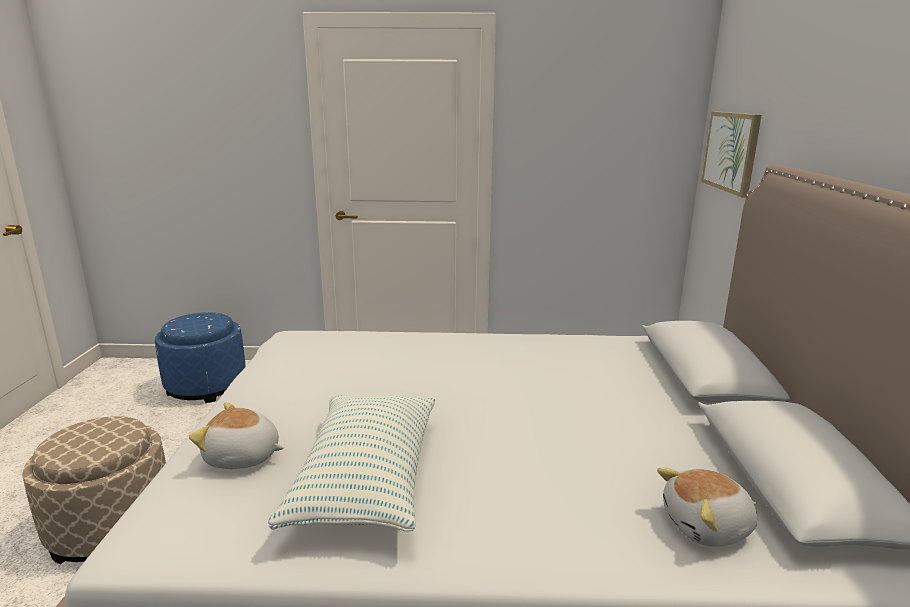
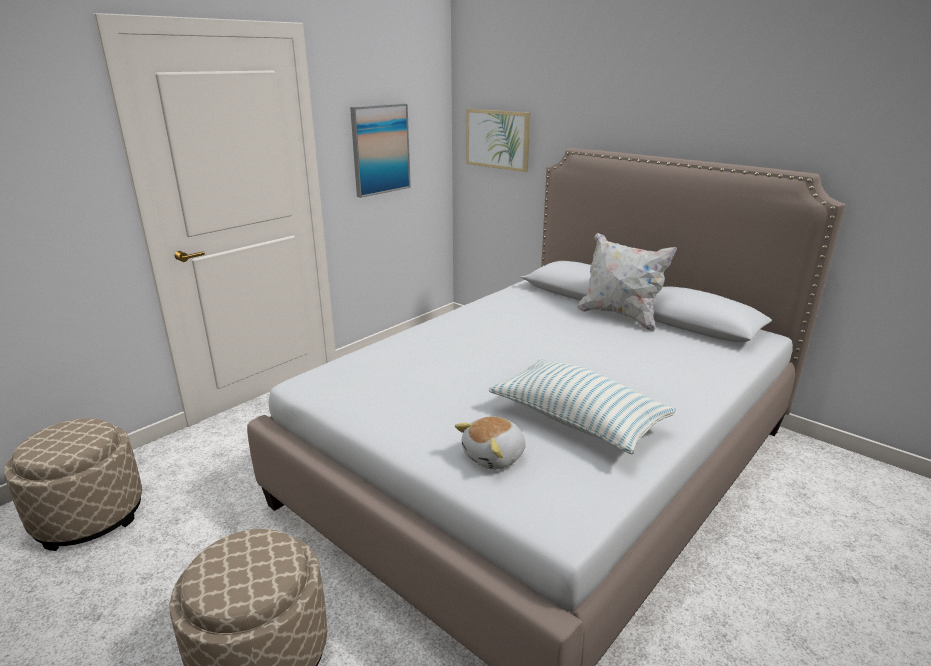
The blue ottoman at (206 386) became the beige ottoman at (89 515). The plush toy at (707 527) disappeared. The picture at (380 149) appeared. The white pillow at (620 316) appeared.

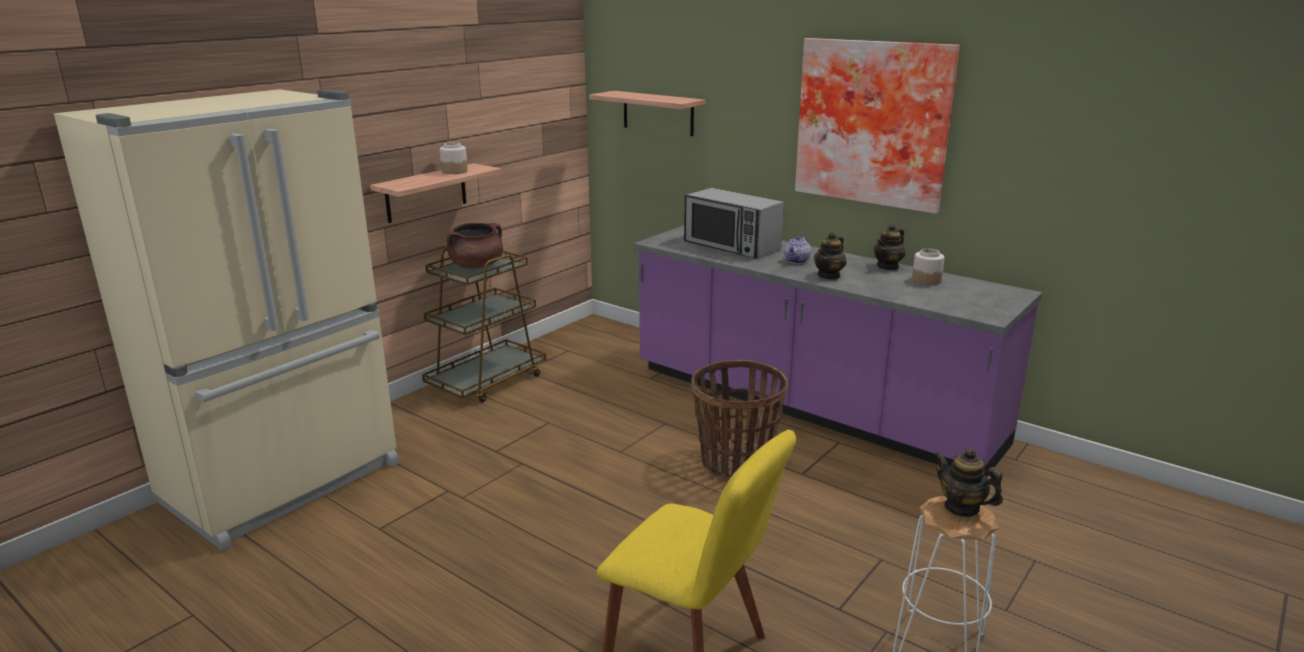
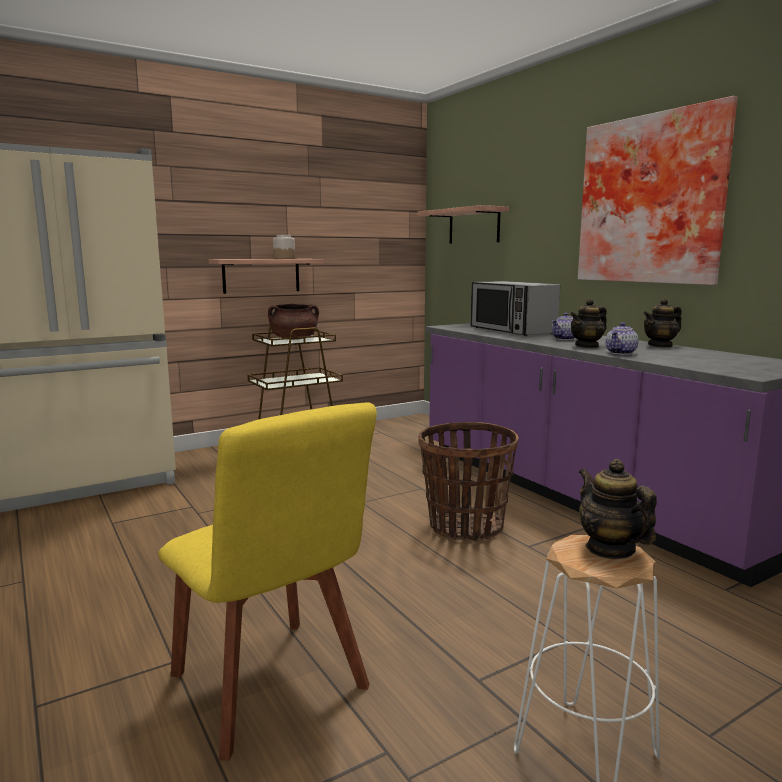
The jar at (926 280) disappeared. The teapot at (621 353) appeared.

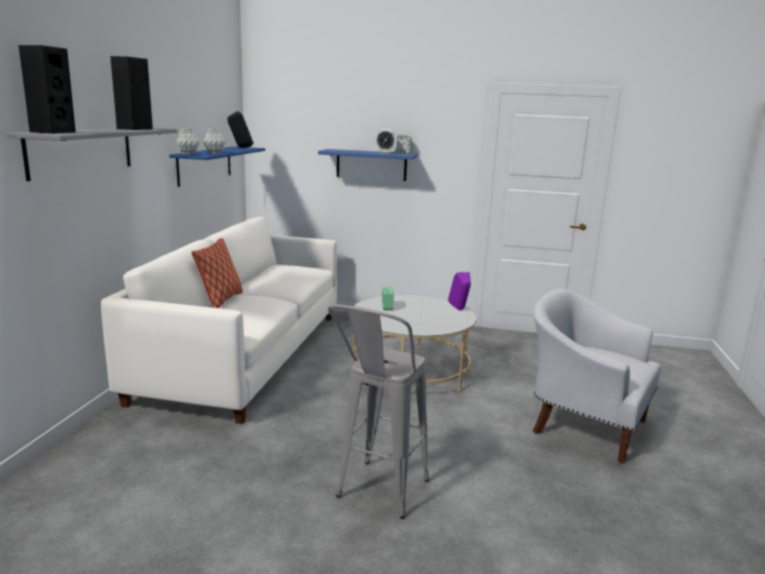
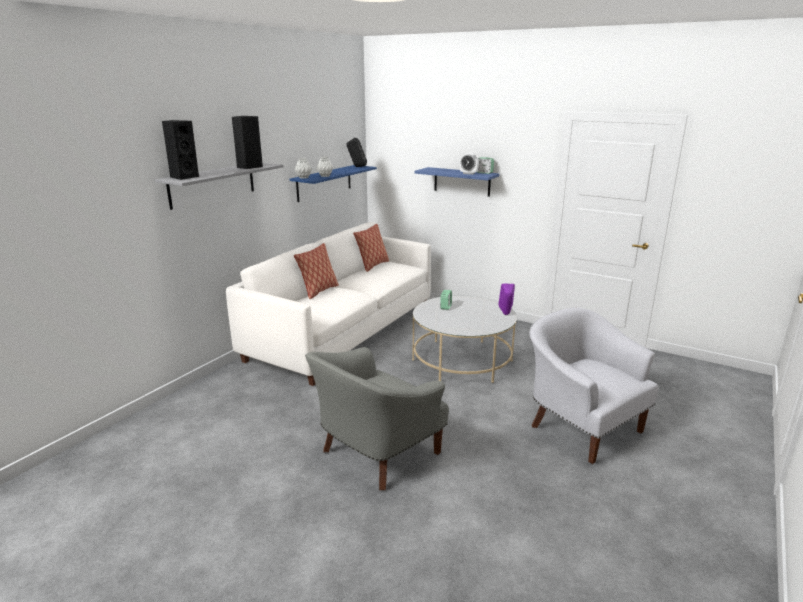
The grey stool at (377 497) was replaced by the grey armchair at (376 454). The pillow at (372 266) appeared.

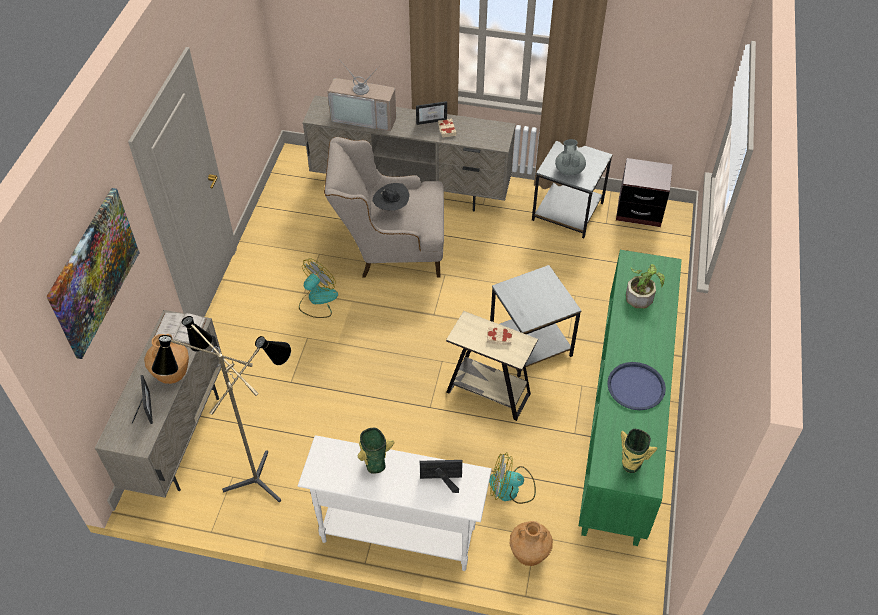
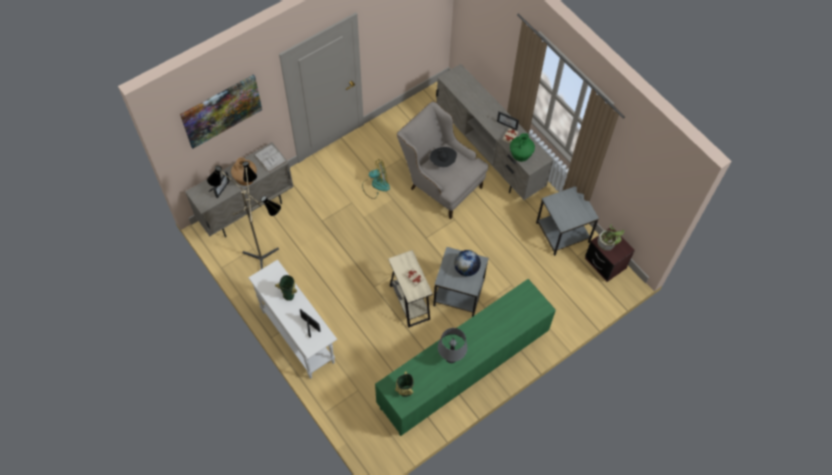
The television at (365 117) disappeared. The grey teapot at (569 169) disappeared. The potted plant moved from (641 295) to (608 242). The blue tray at (636 387) was replaced by the grey table lamp at (451 357). The fan at (511 488) disappeared. The brown vase at (529 554) disappeared. The green vase at (520 156) appeared. The globe at (466 269) appeared.

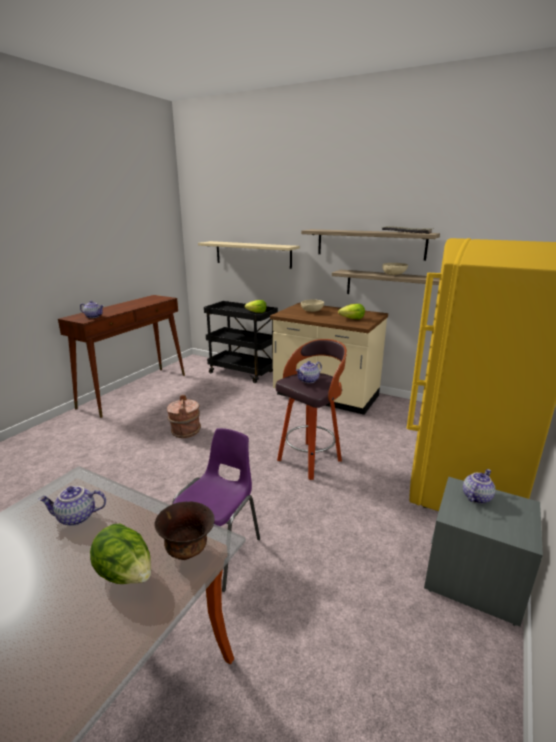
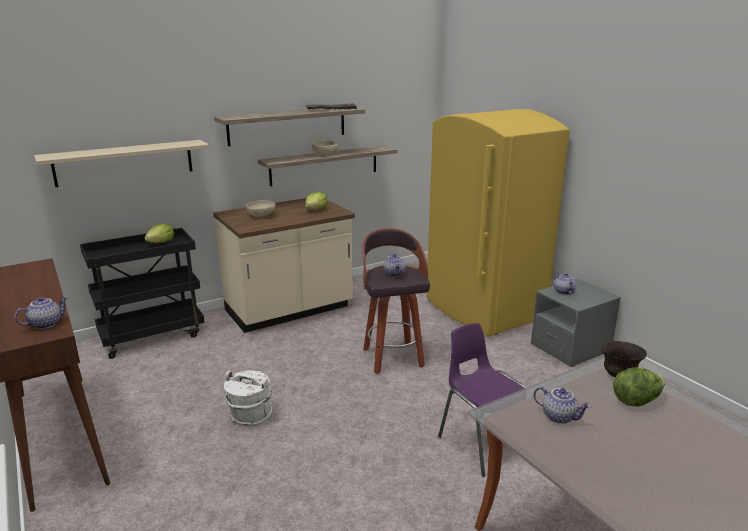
The brown bucket at (185 431) became the white bucket at (250 415). The teapot at (76 518) turned 75 degrees counterclockwise.

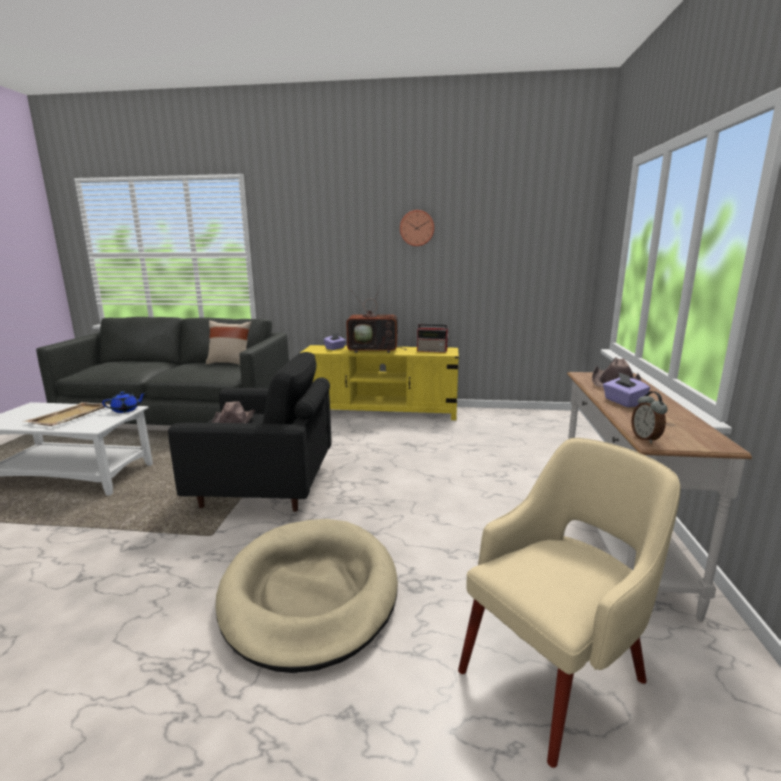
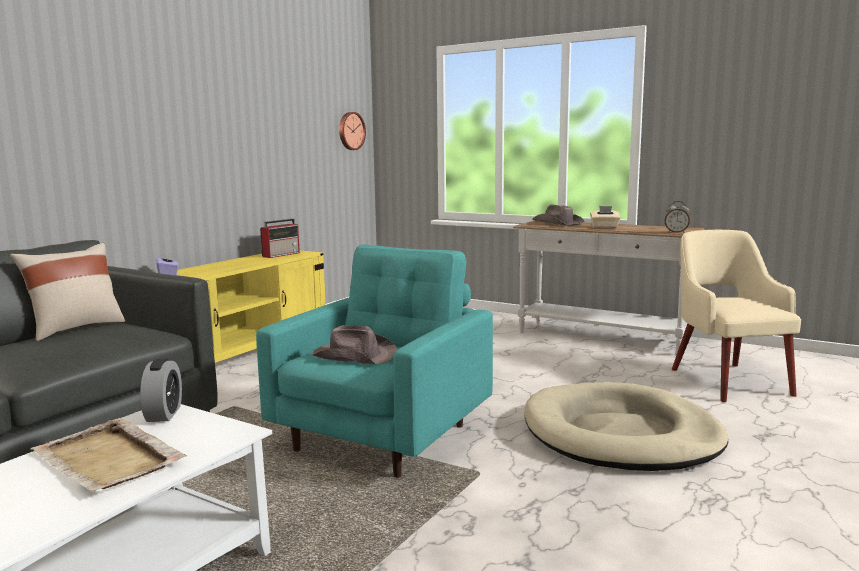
The wall clock moved from (417 228) to (350 131). The television at (374 350) disappeared. The black armchair at (265 488) became the turquoise armchair at (385 436). The purple tissue box at (623 402) became the beige tissue box at (604 227). The blue teapot at (126 410) was replaced by the alarm clock at (164 414).

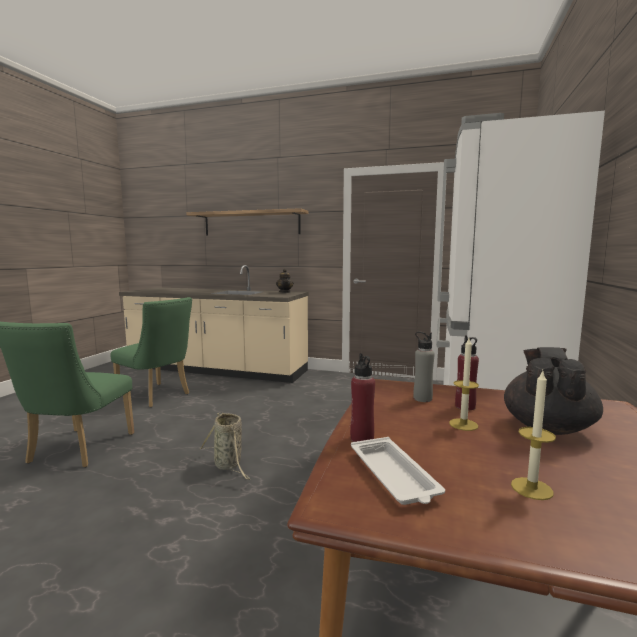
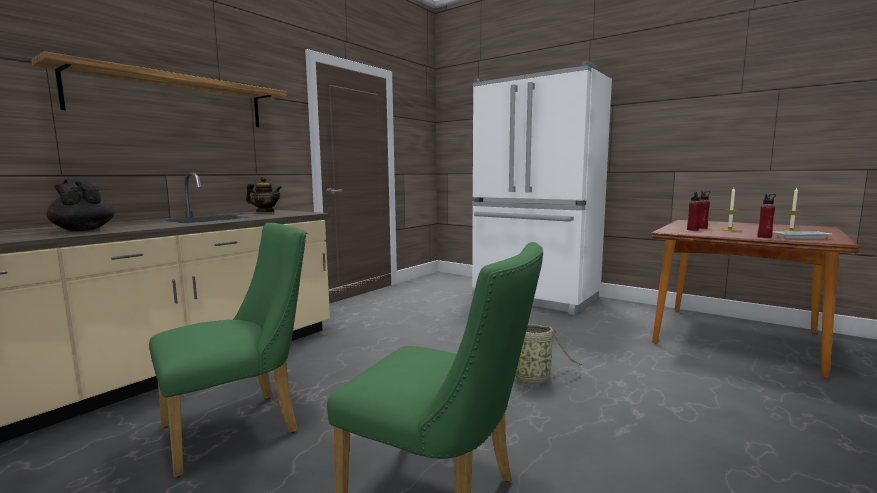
The grey bottle at (422 398) became the red bottle at (692 230). The black teapot moved from (547 427) to (83 230).

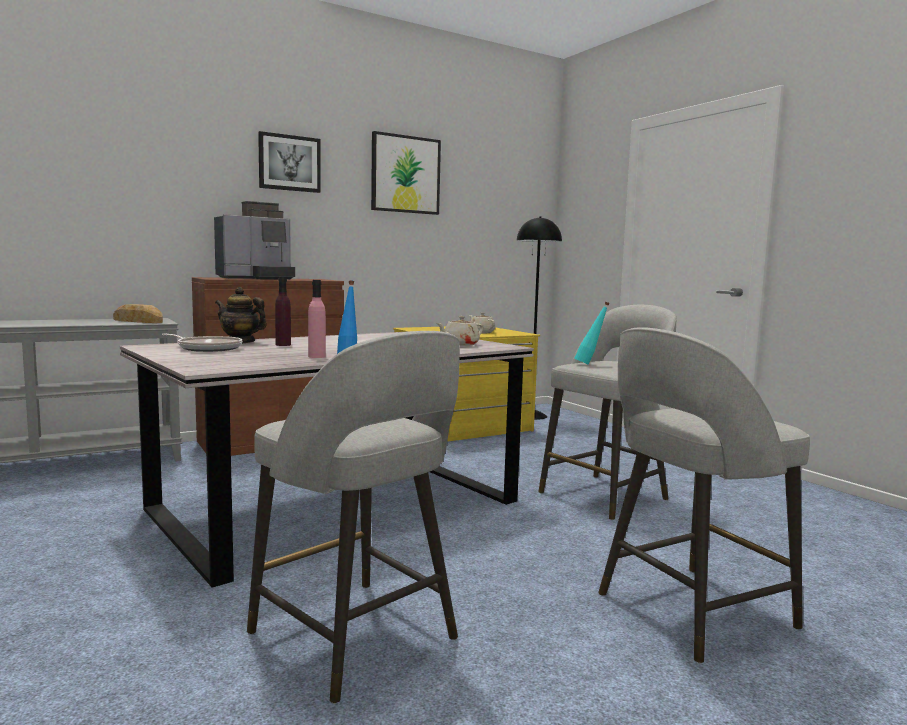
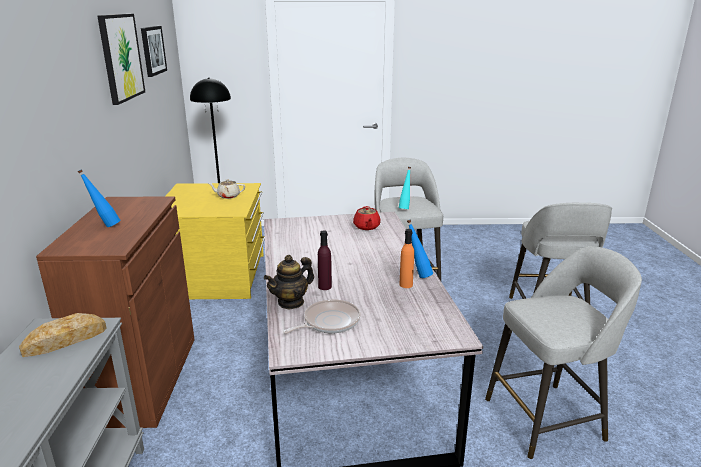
The picture moved from (289 163) to (152 50). The coffee machine at (257 278) was replaced by the blue bottle at (105 226). The pink bottle at (317 356) became the orange bottle at (406 284). The beige teapot at (460 344) became the red teapot at (366 227).

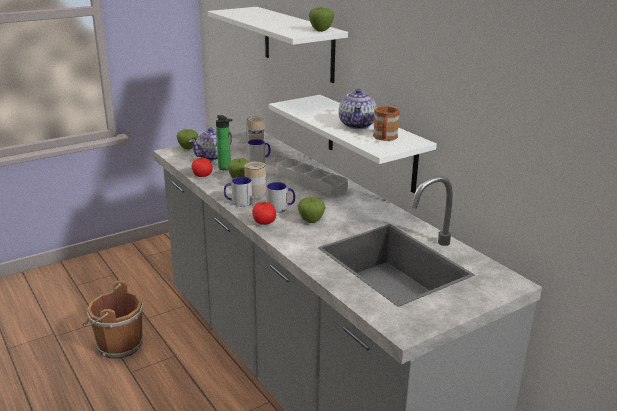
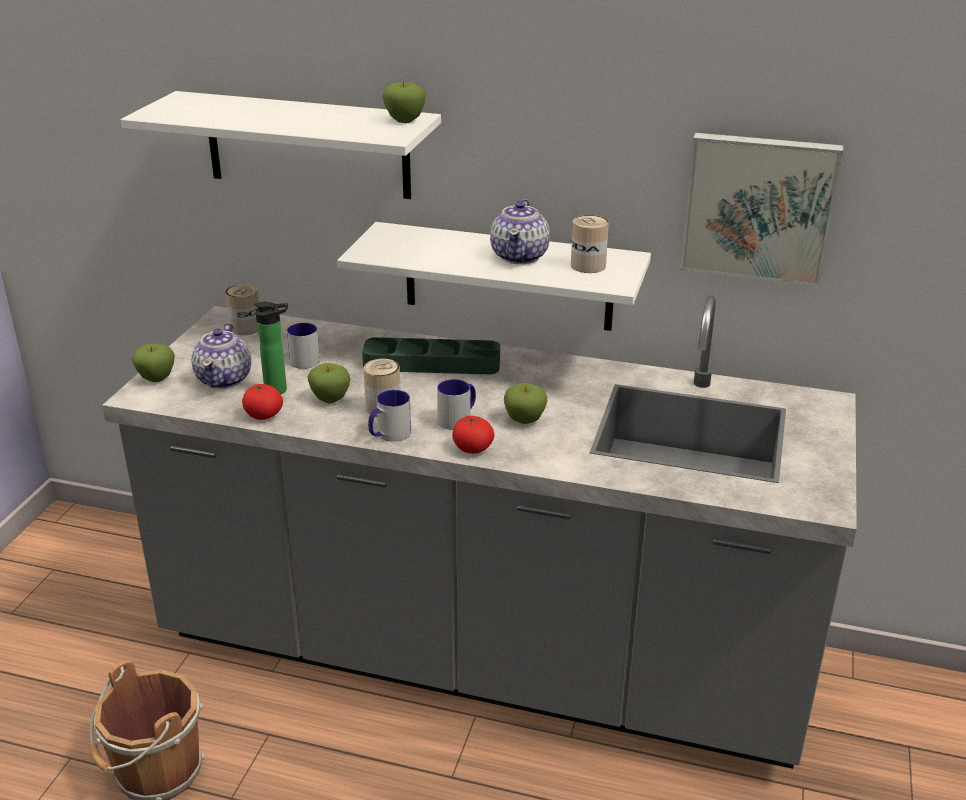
The teapot at (357 125) turned 45 degrees clockwise. The brown mug at (384 138) was replaced by the can at (588 265). The grey tray at (311 181) became the green tray at (431 363). The picture at (758 207) appeared.

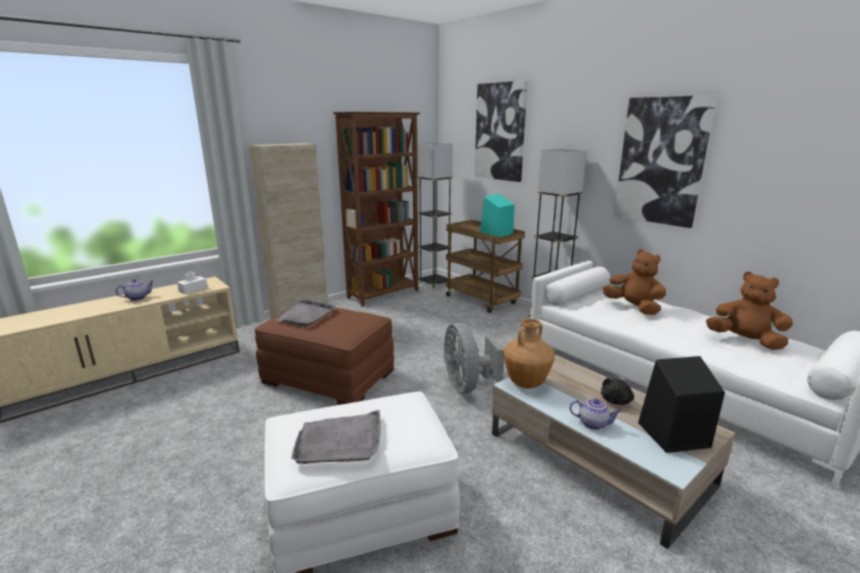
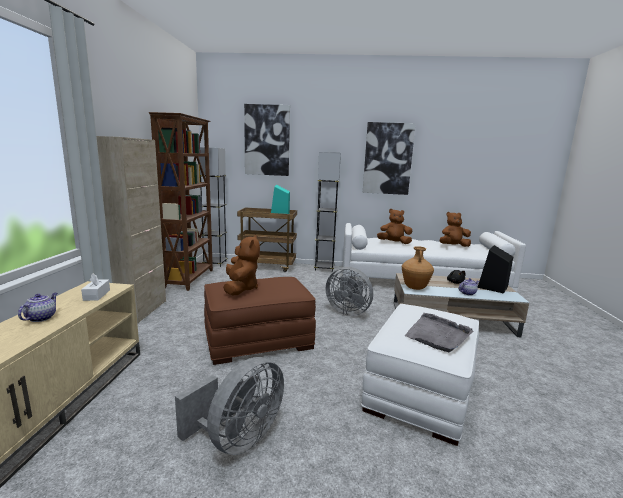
The grey tray at (306 315) was replaced by the brown plush toy at (240 288). The grey fan at (238 439) appeared.

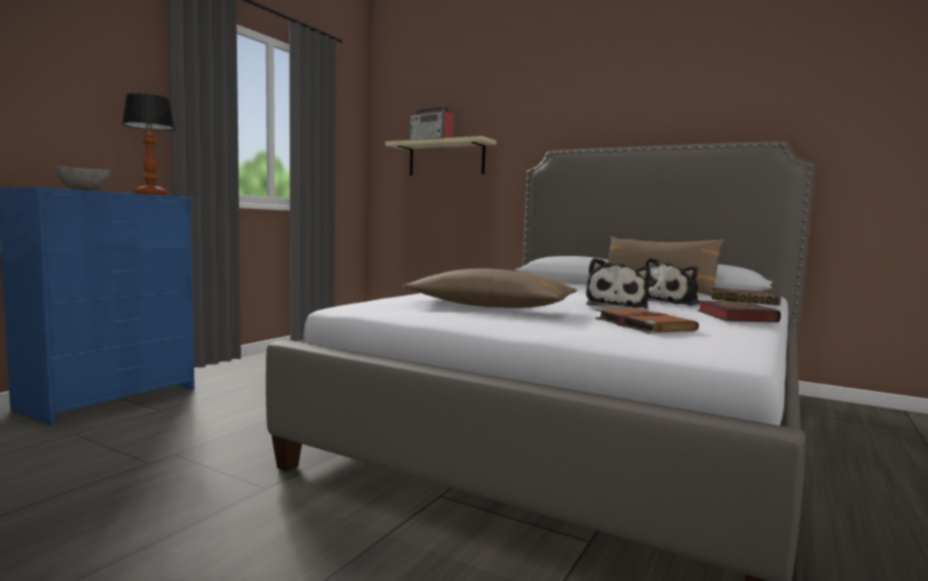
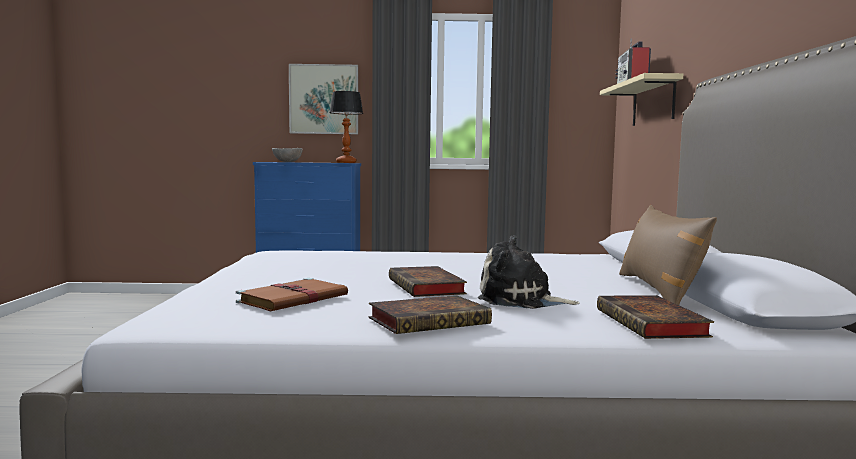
The plush toy at (617 306) was replaced by the book at (427 287). The brown pillow at (490 307) disappeared. The picture at (324 99) appeared.

